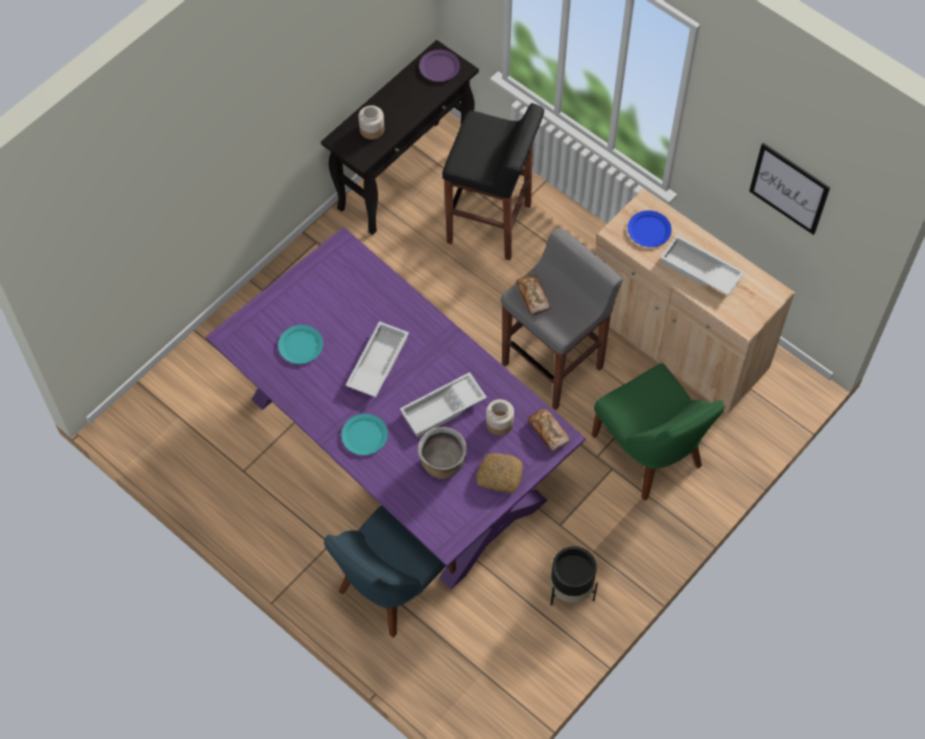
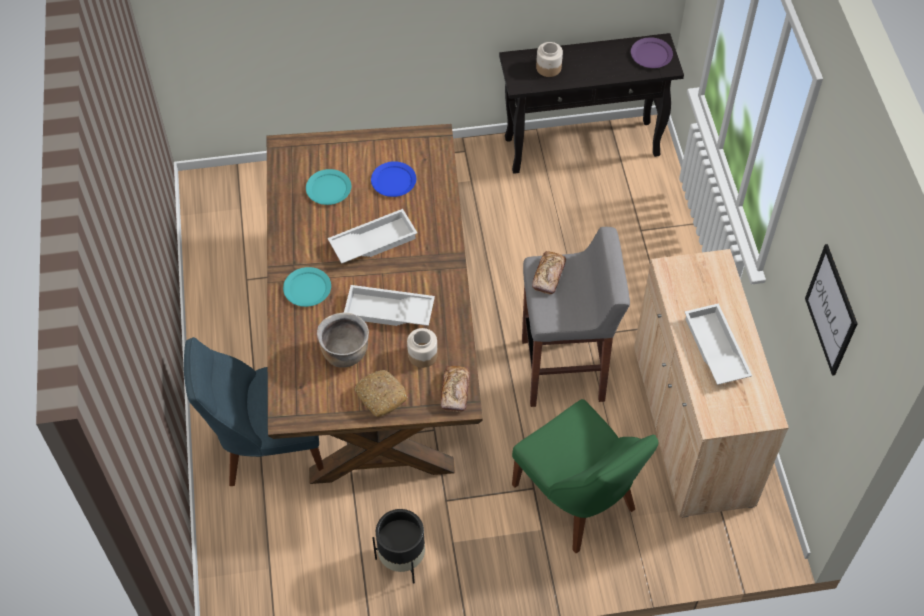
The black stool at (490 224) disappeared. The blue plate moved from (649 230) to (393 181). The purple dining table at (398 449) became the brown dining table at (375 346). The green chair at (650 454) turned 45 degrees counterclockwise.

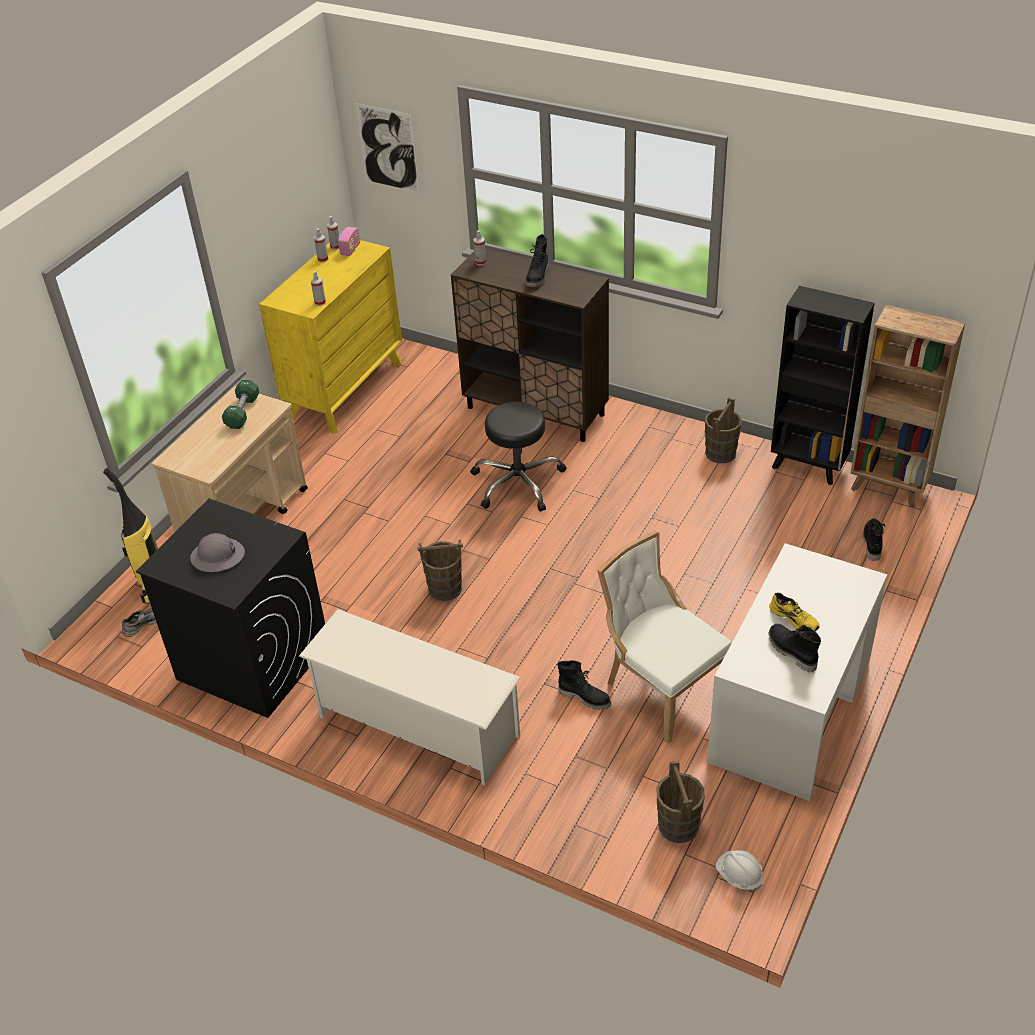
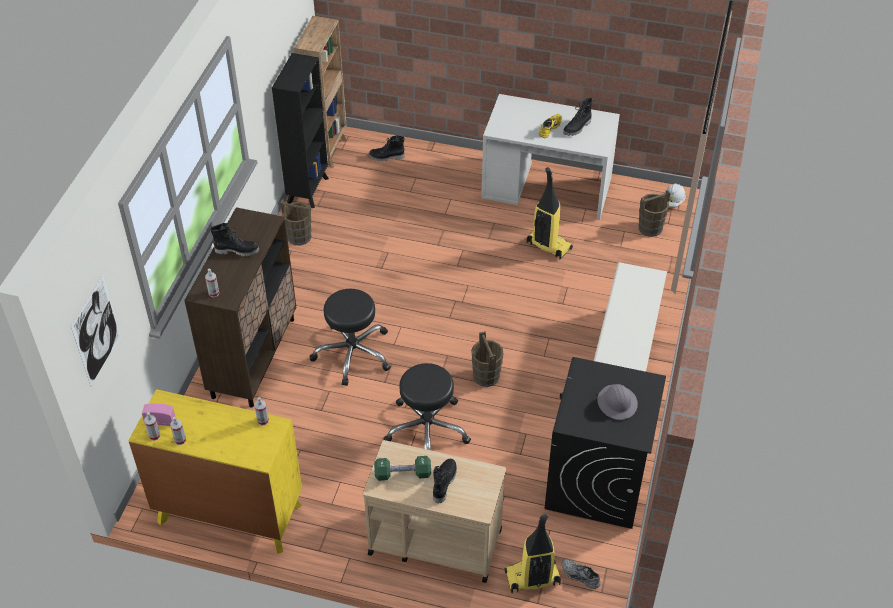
The white chair at (660 688) was replaced by the vacuum cleaner at (548 246). The black boot moved from (585 697) to (443 482). The black stool at (427 429) appeared.

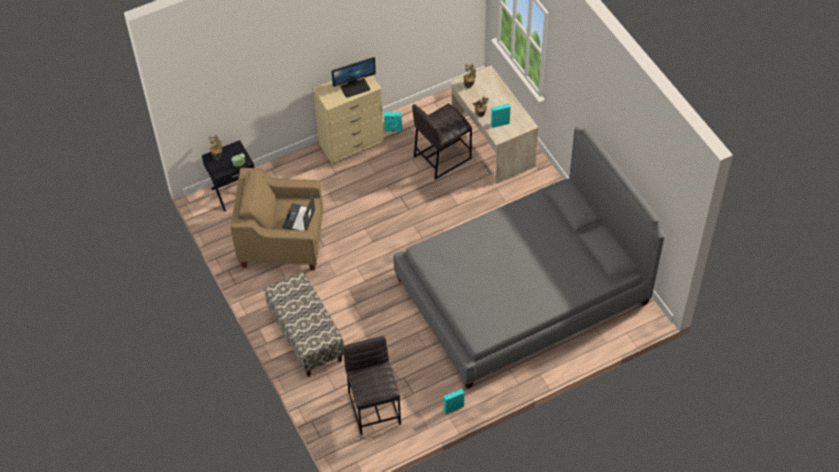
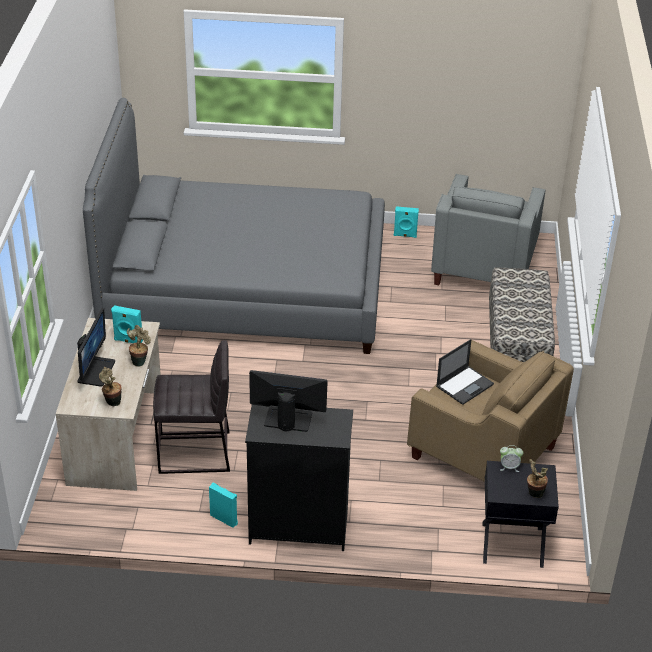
The beige dresser at (352 145) became the black dresser at (298 527). The grey stool at (375 407) was replaced by the grey armchair at (484 266). The monitor at (95 371) appeared.

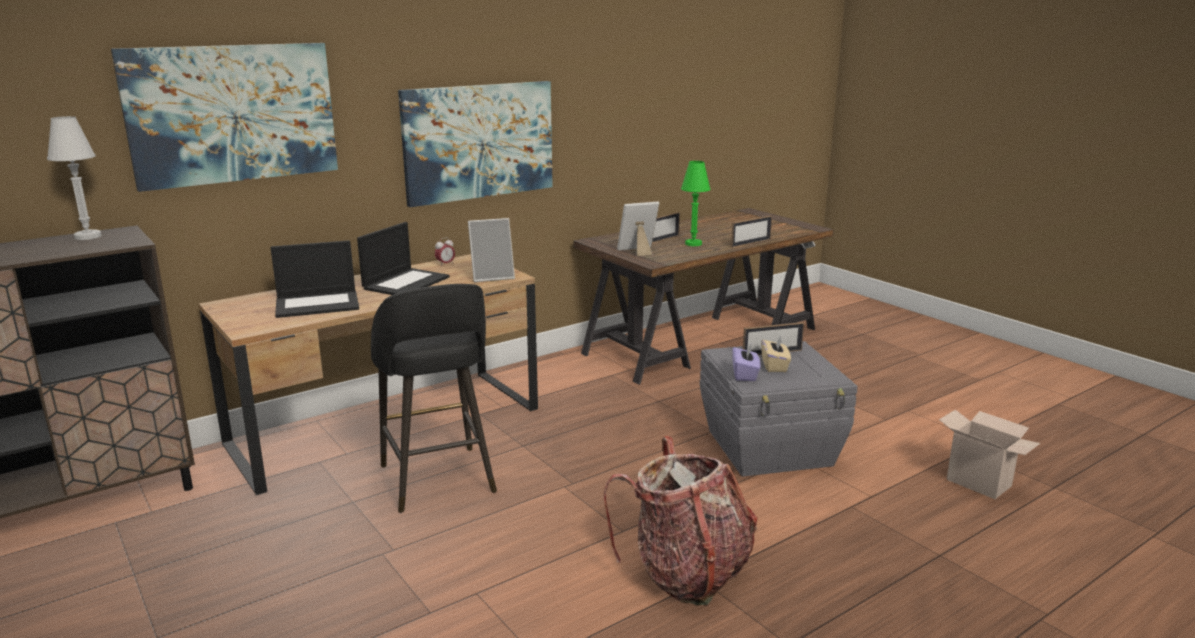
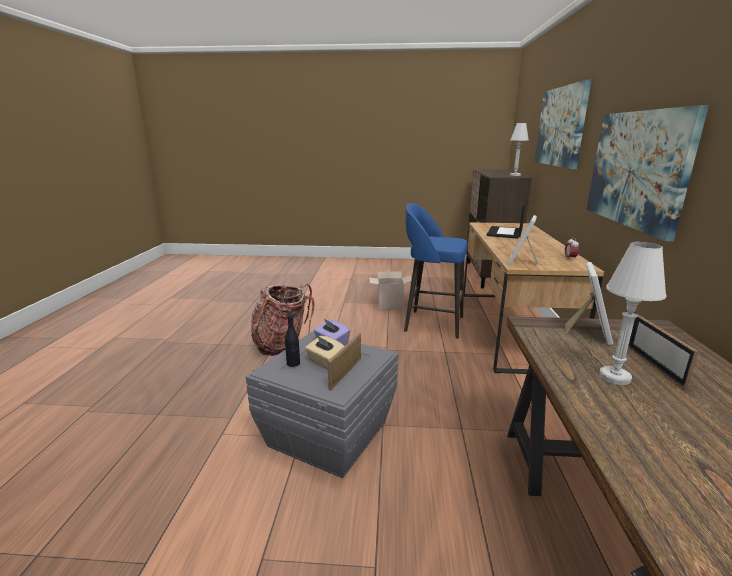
The green table lamp at (693 244) became the white table lamp at (614 377). The picture frame at (750 243) disappeared. The laptop at (406 282) disappeared. The black stool at (438 481) became the blue stool at (432 323). The cardboard box moved from (981 483) to (389 305). The black bottle at (293 363) appeared.

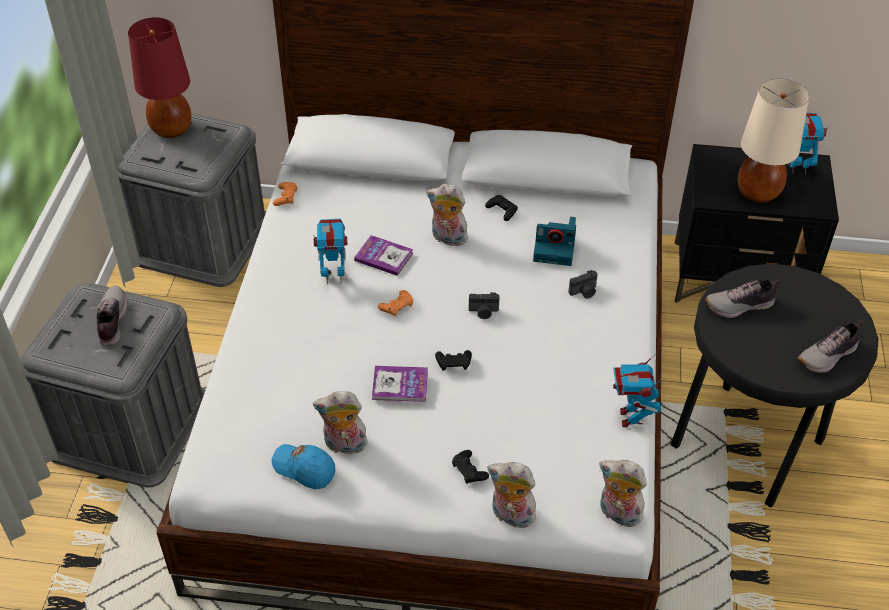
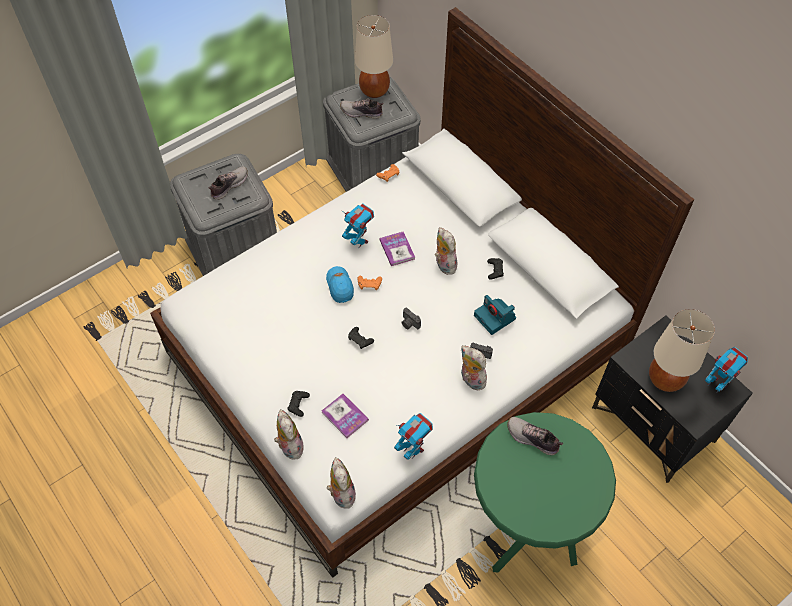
The red table lamp at (171 130) became the beige table lamp at (374 91). The black stool at (748 447) became the green stool at (526 528). The shoe moved from (828 356) to (362 113). The toy robot at (630 418) turned 90 degrees clockwise. The book moved from (400 385) to (345 416). The plush toy moved from (344 446) to (471 380). The blue cap moved from (304 468) to (340 286).

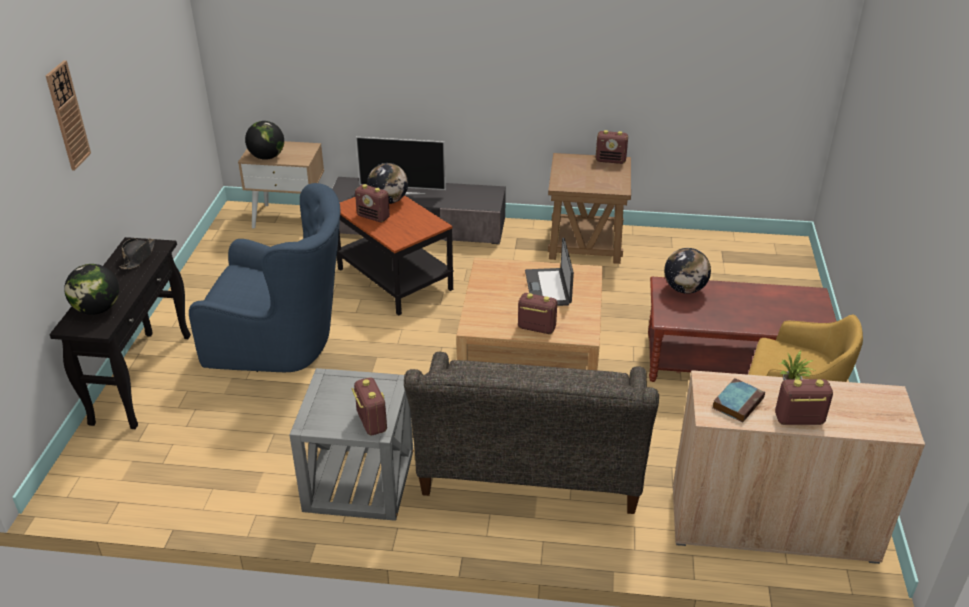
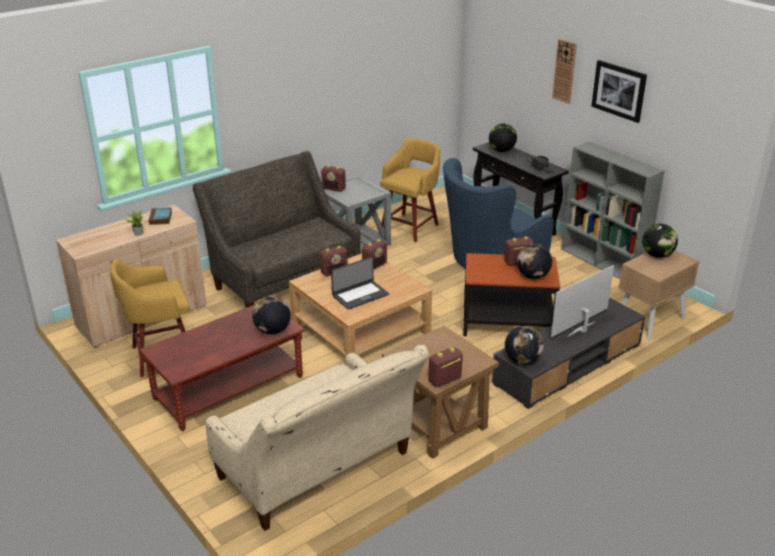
The laptop at (548 288) turned 105 degrees clockwise. The radio moved from (798 420) to (374 265). The picture at (619 90) appeared. The yellow stool at (410 227) appeared. The grey bookcase at (603 263) appeared. The globe at (522 360) appeared. The beige sofa at (319 471) appeared.

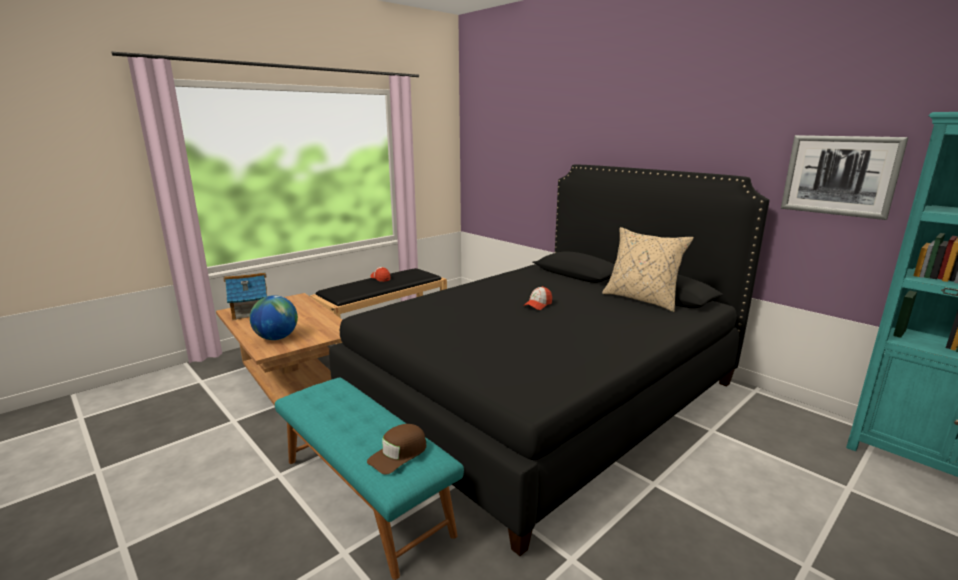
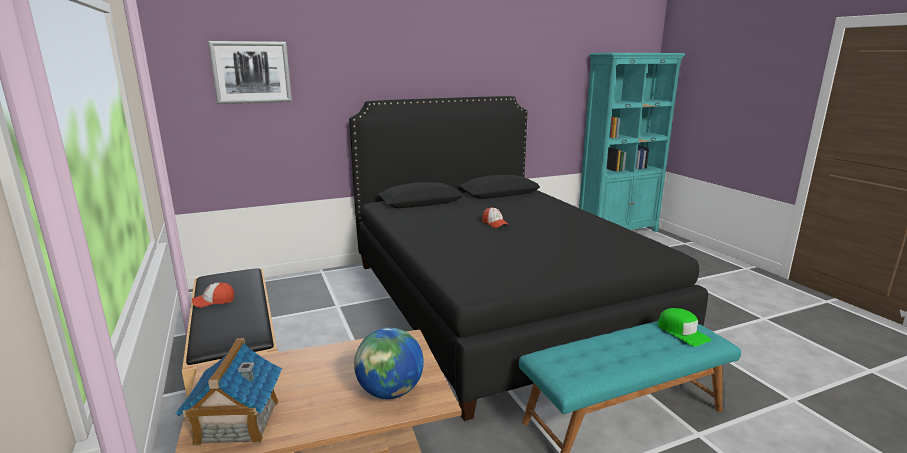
The picture moved from (839 175) to (251 72). The beige pillow at (642 299) disappeared. The brown cap at (398 454) became the green cap at (682 332).

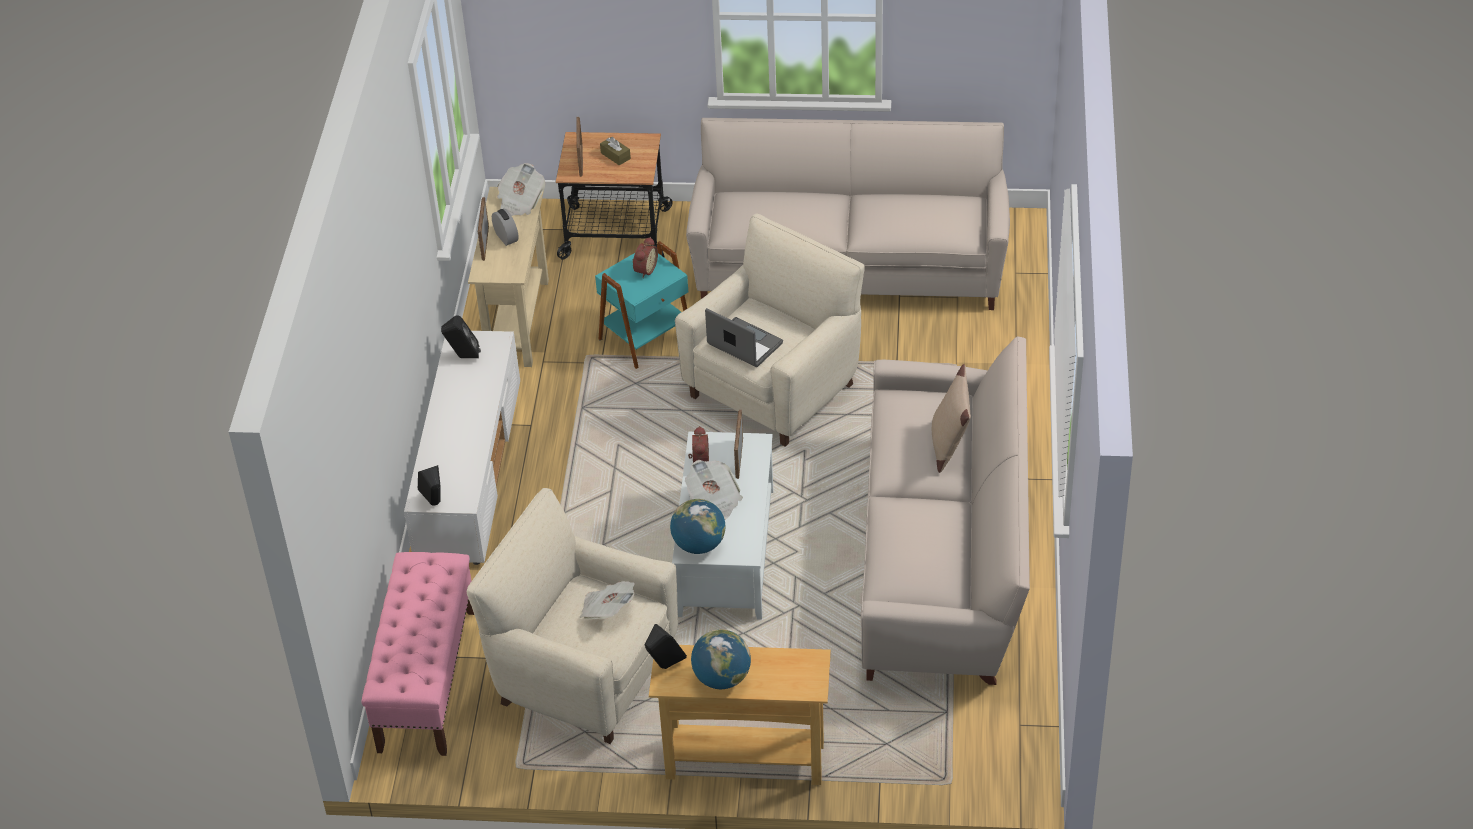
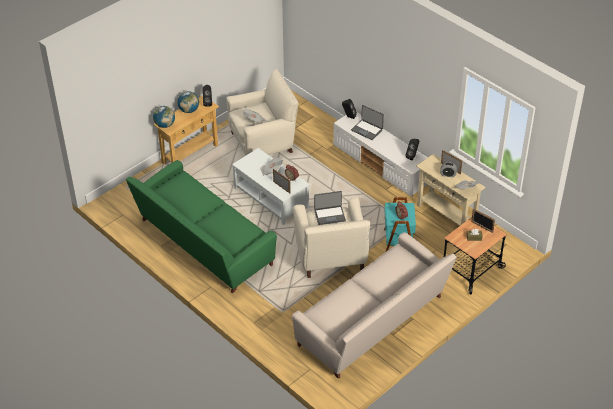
The beige sofa at (943 557) became the green sofa at (203 244). The beige pillow at (949 445) disappeared. The globe moved from (699 545) to (165 125). The pink bench at (427 679) disappeared. The laptop at (367 130) appeared.

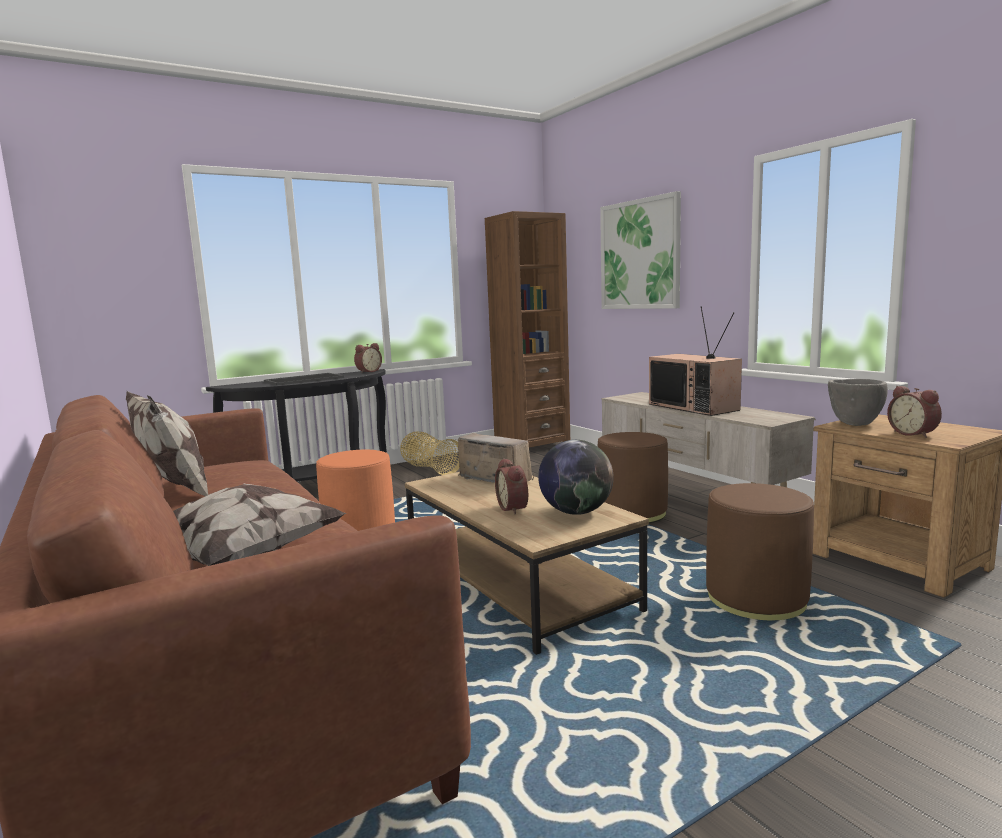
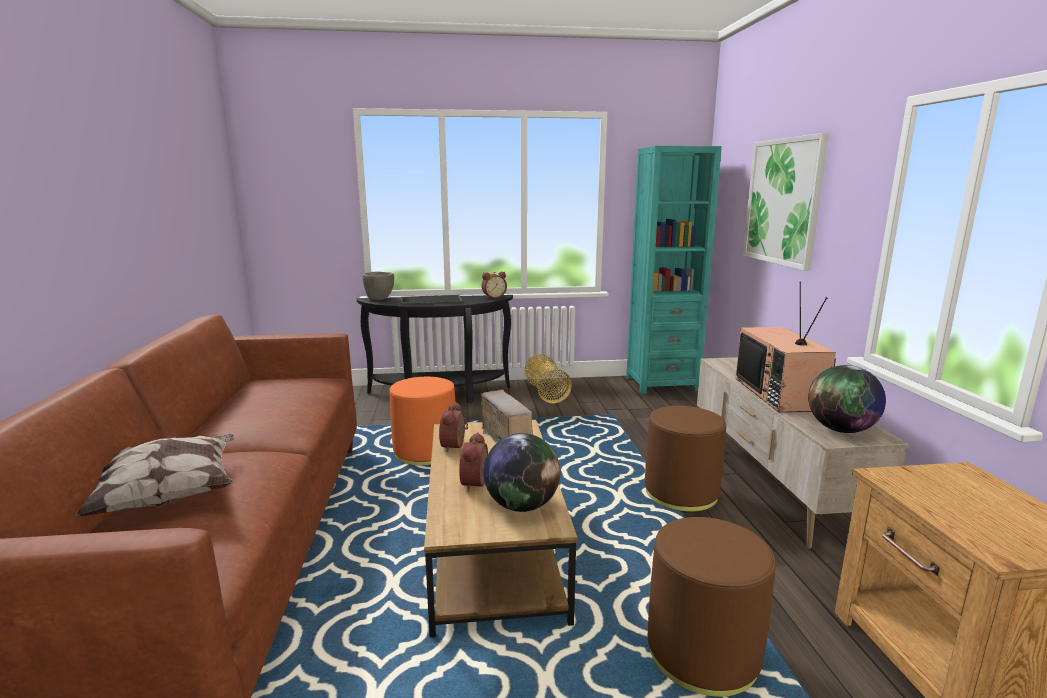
The brown bookcase at (532 446) became the turquoise bookcase at (661 383). The grey bowl moved from (854 423) to (380 299). The alarm clock moved from (914 434) to (455 446). The pillow at (175 492) disappeared. The globe at (841 430) appeared.

